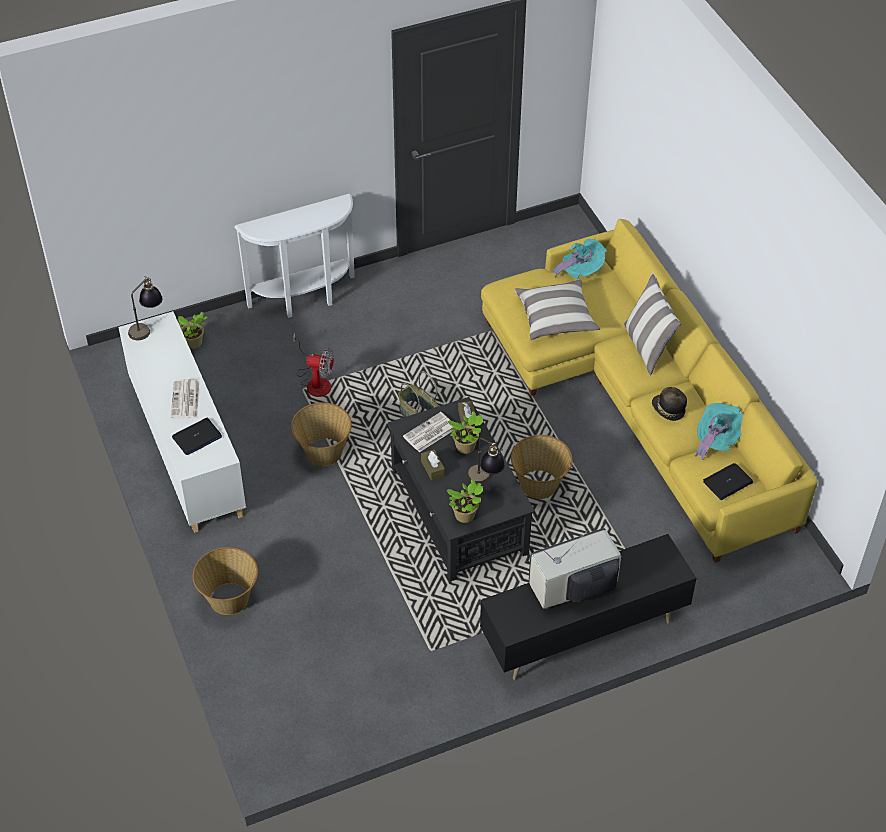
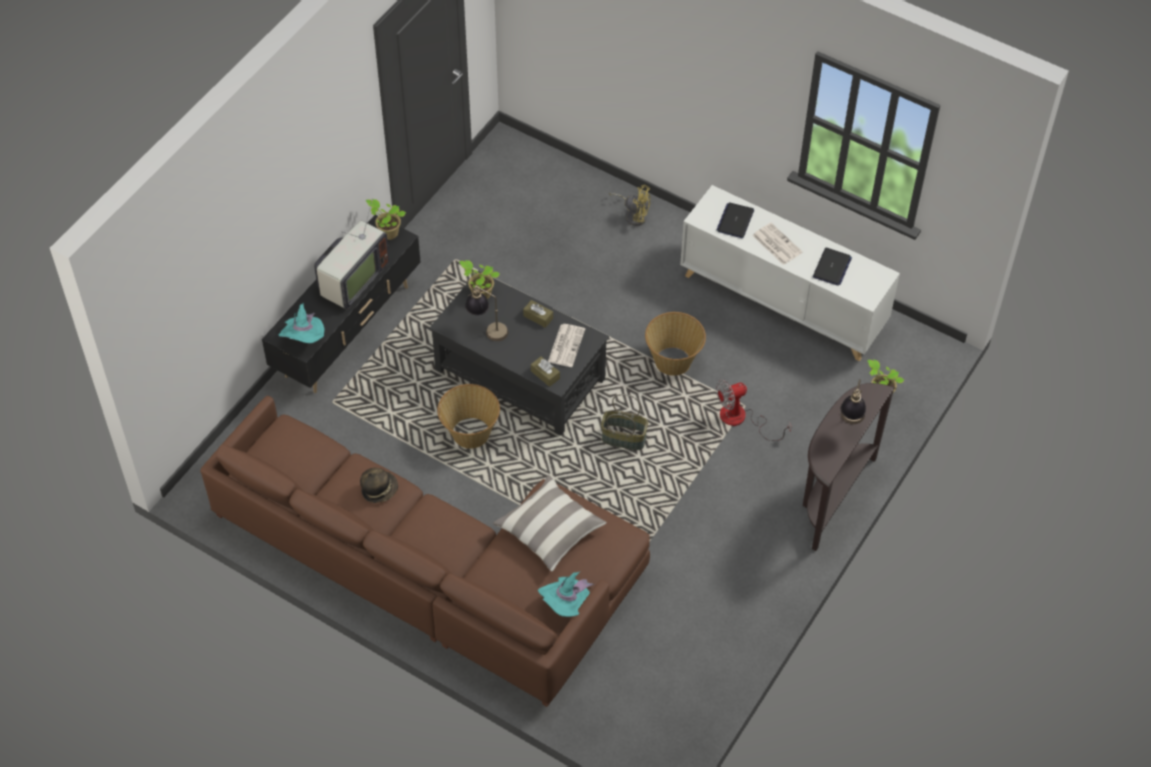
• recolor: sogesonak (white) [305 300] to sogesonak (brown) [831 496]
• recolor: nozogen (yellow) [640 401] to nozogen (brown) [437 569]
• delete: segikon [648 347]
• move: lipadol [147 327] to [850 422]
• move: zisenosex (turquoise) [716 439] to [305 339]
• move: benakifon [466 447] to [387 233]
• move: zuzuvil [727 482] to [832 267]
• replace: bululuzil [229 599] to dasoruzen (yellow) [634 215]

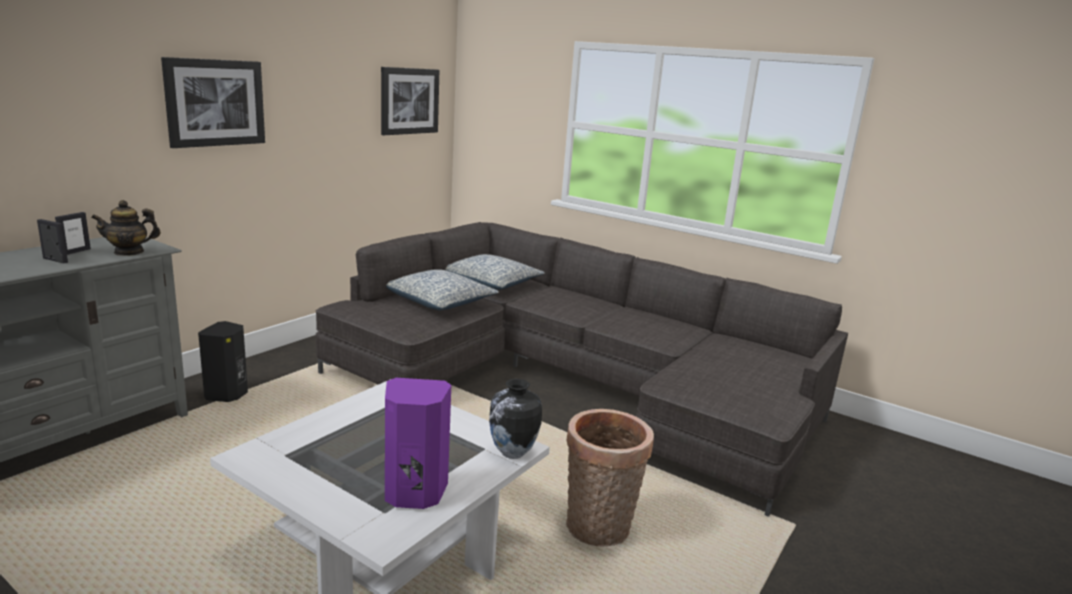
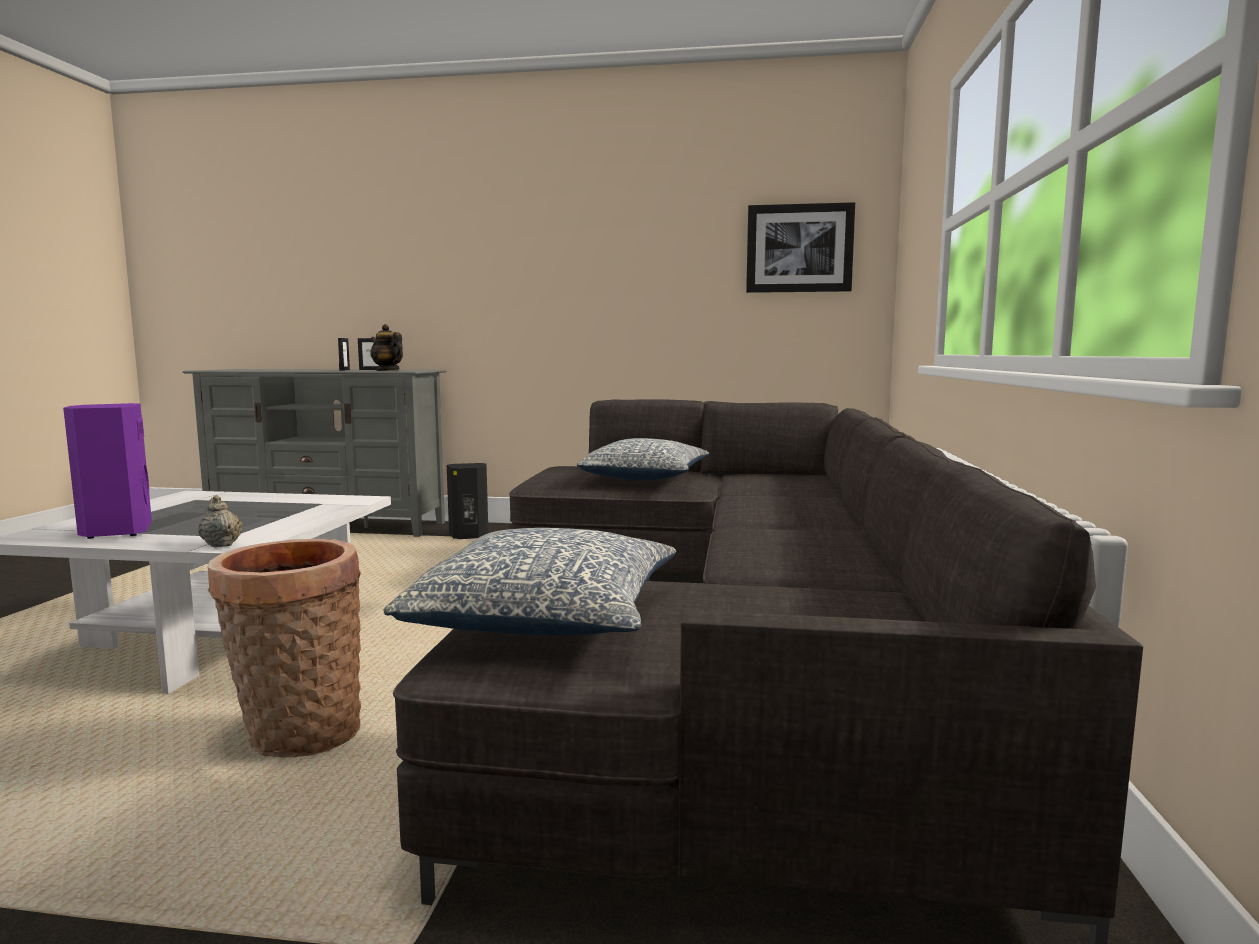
• delete: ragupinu [215 103]
• move: segikon [492 283] to [548 618]
• replace: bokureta [512 453] to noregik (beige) [221 544]

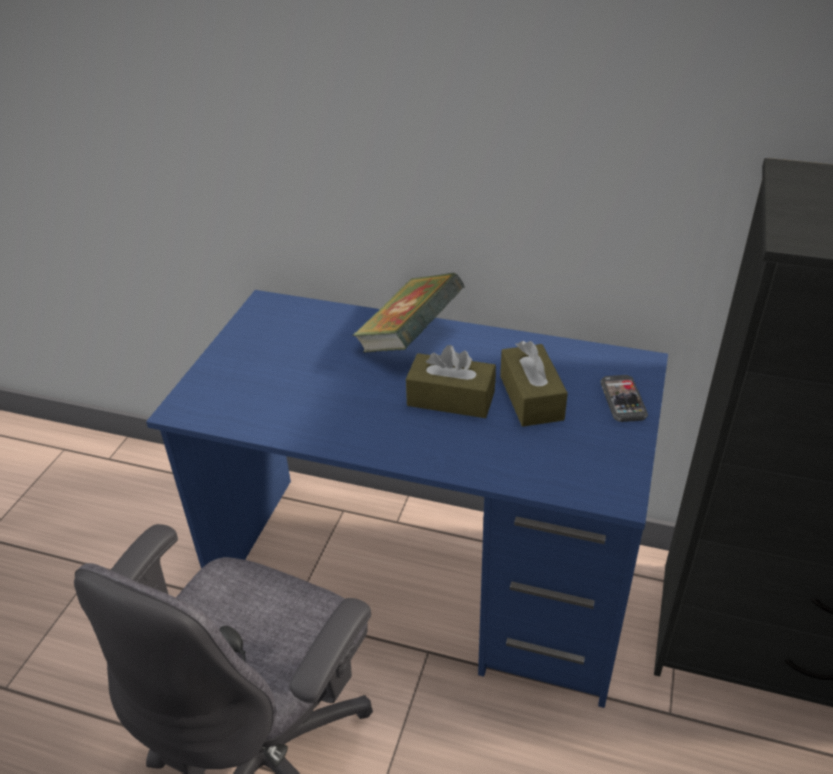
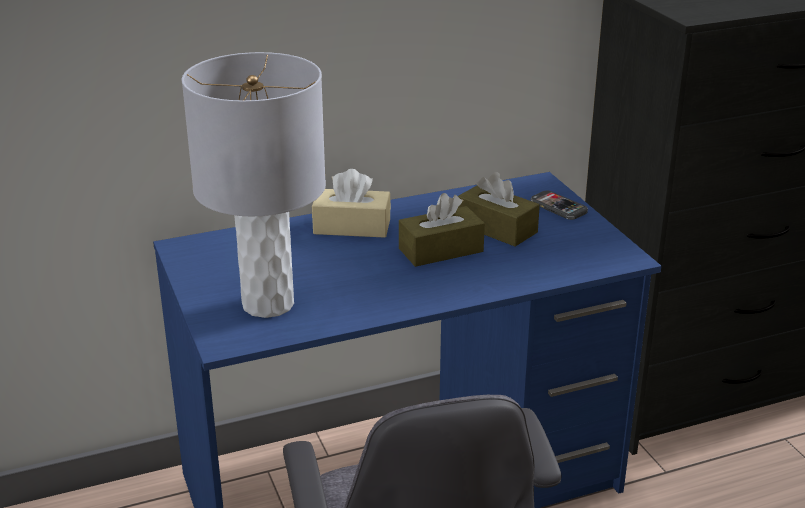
• replace: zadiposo [409 339] to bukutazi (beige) [352 227]
• insert: lipadol (grey) [268 303]

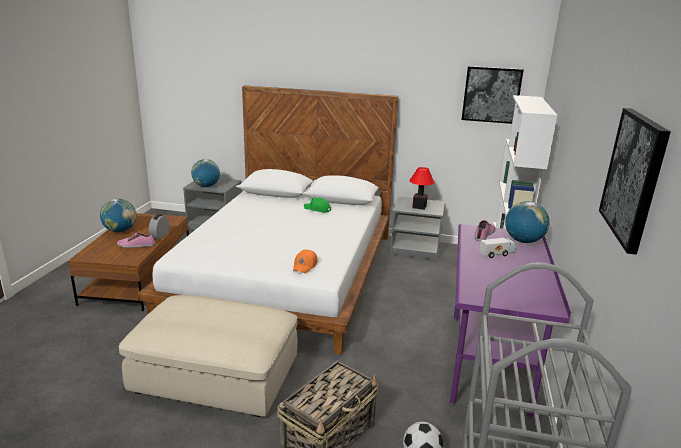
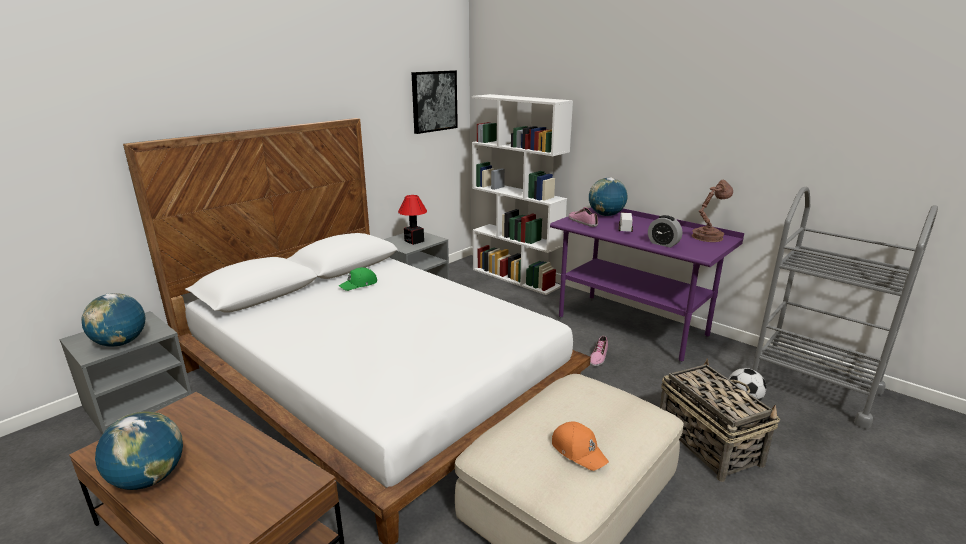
• delete: ragupinu [634 177]
• move: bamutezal [160 236] to [663 244]
• move: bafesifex [136 245] to [598 356]
• move: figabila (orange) [305 266] to [578 451]
• insert: lipadol (brown) [708 236]

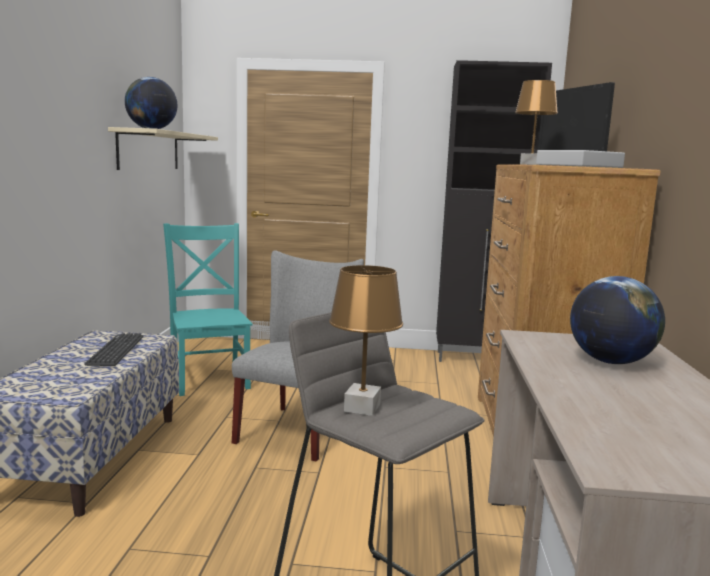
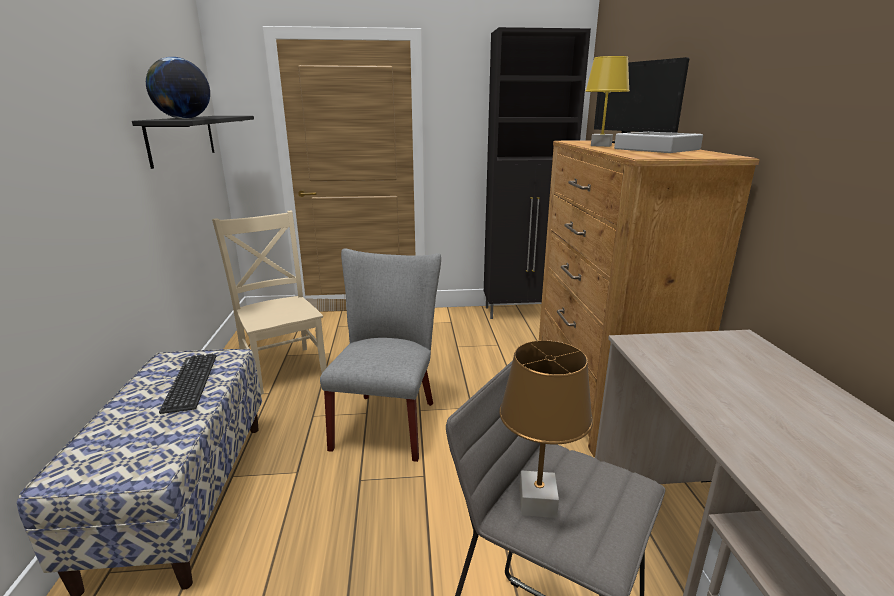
• recolor: lipadol (brown) [531 164] to lipadol (yellow) [601 145]
• recolor: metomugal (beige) [149 150] to metomugal (black) [182 138]
• recolor: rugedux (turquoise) [209 378] to rugedux (beige) [283 367]
• delete: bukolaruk [611 362]

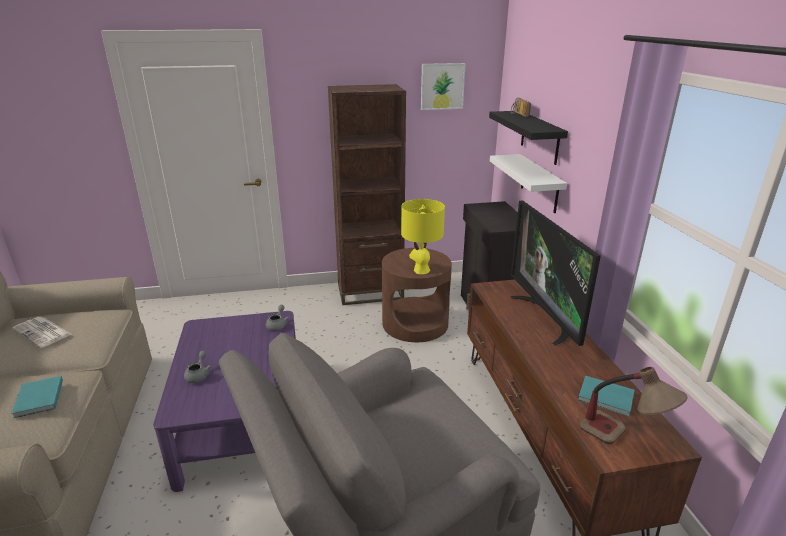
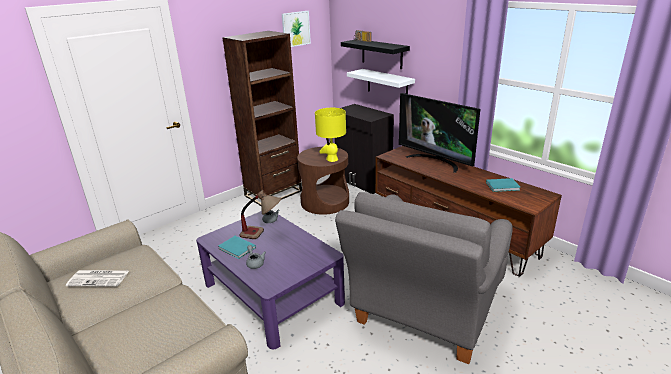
• move: lipadol [623 439] to [263 234]
• move: zadiposo (turquoise) [38 399] to [237 249]

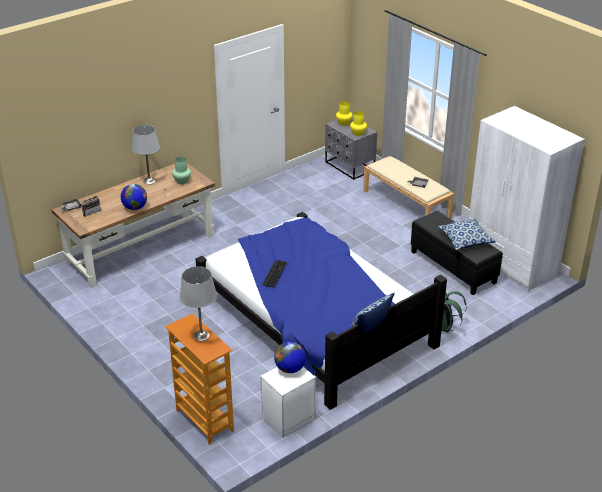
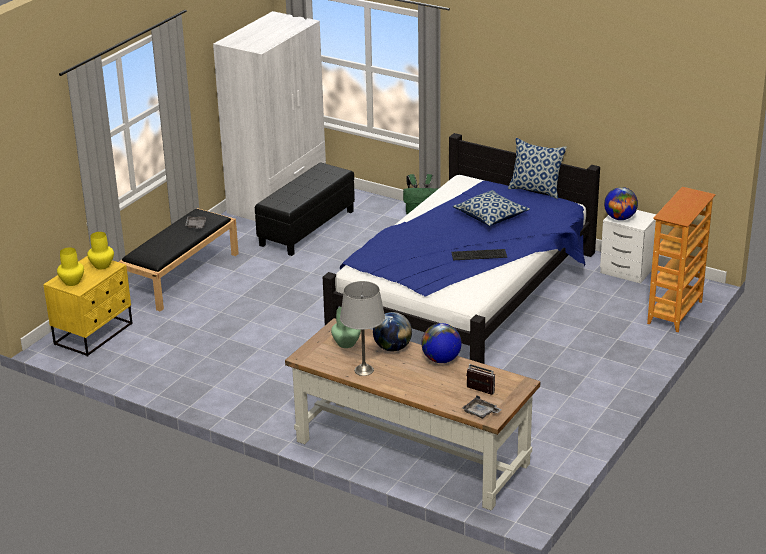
• recolor: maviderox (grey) [349 167] to maviderox (yellow) [94 334]
• recolor: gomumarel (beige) [407 204] to gomumarel (black) [181 275]
• move: segikon [465 240] to [491 216]
• delete: lipadol (grey) [201 336]
• insert: bukolaruk [392 348]

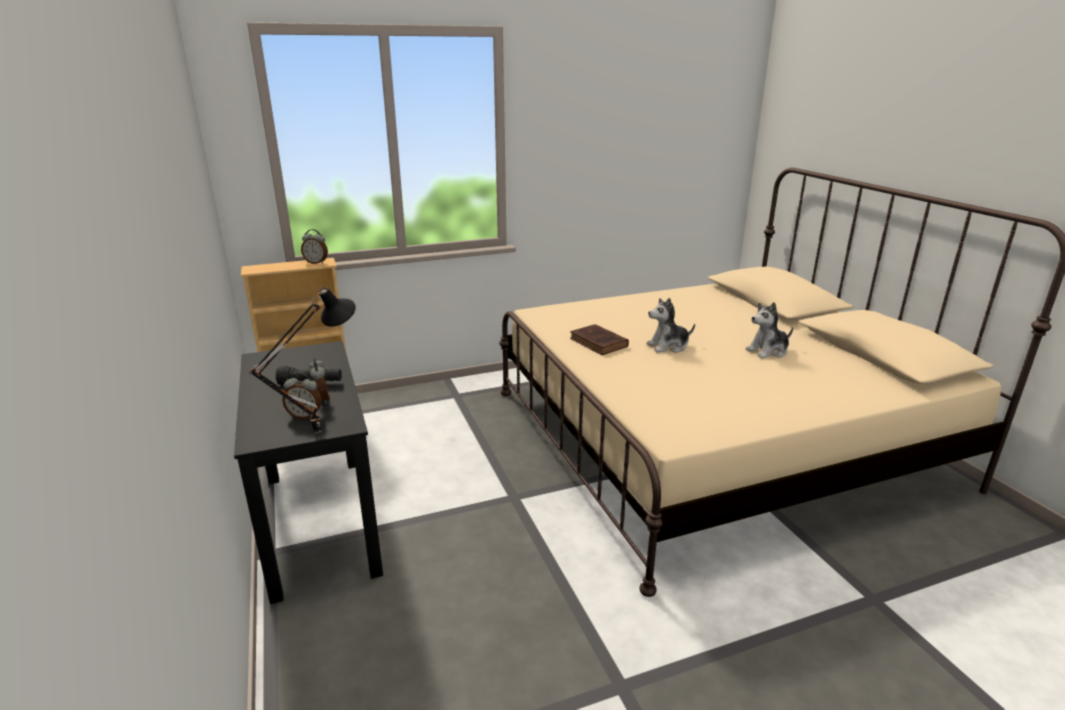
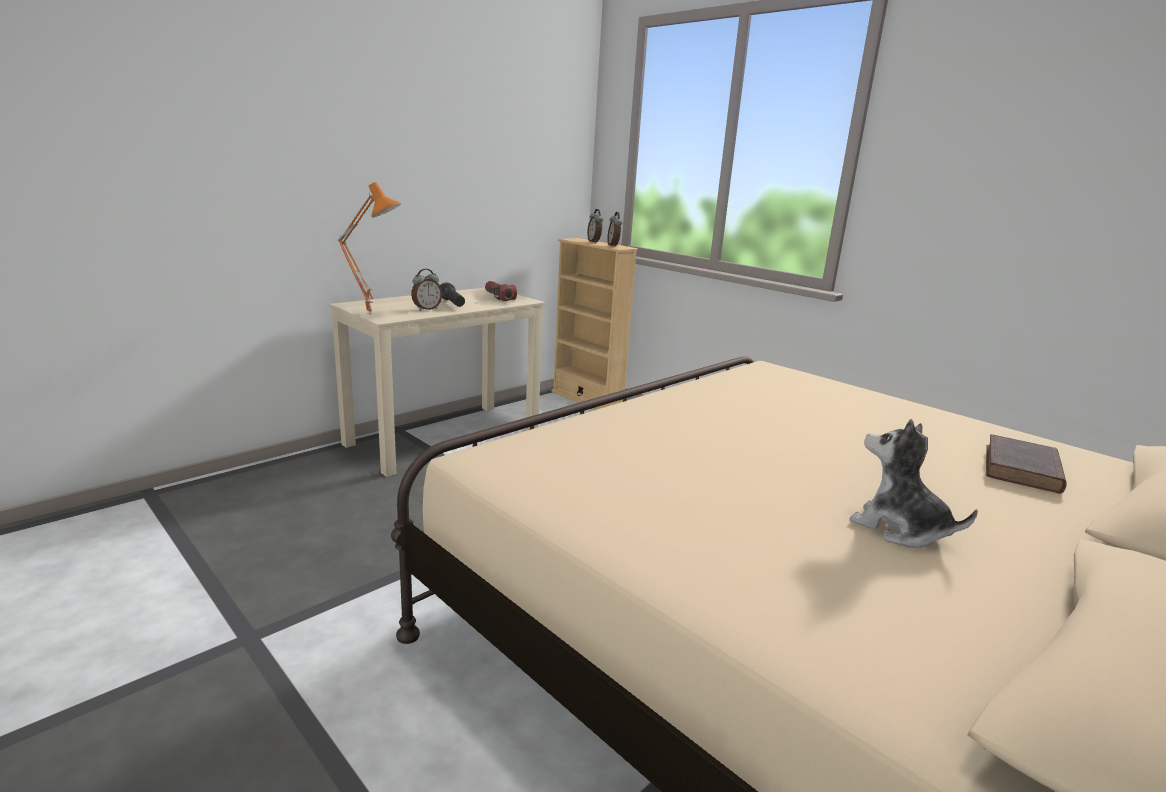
• recolor: lipadol (black) [317 431] to lipadol (orange) [371 314]
• delete: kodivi [668 346]
• move: zadiposo (brown) [599 343] to [1021 470]
• recolor: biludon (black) [319 521] to biludon (beige) [445 436]
• move: bamutezal [305 416] to [594 242]
• insert: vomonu [499 297]

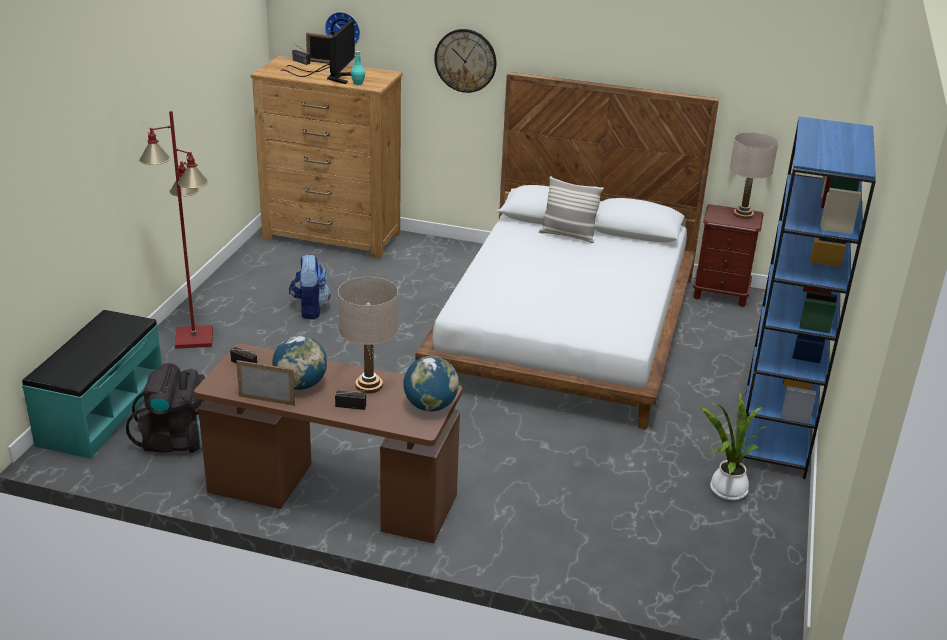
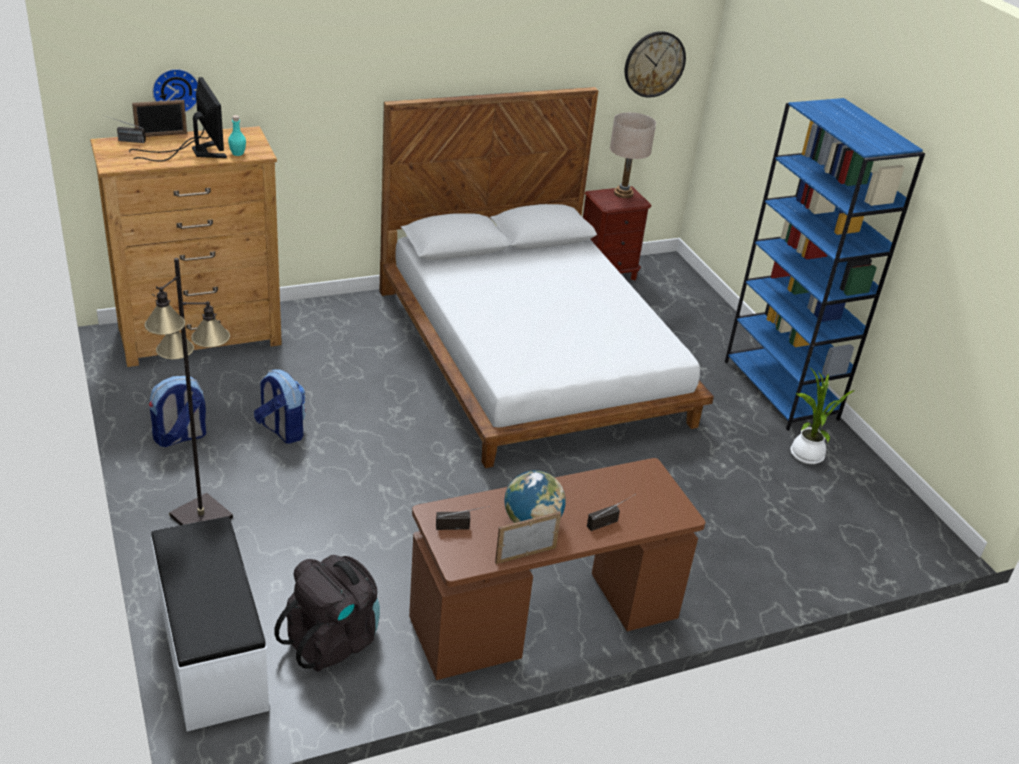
• move: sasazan [465 60] to [654 64]
• recolor: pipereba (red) [193 338] to pipereba (black) [200 517]
• delete: segikon [568 235]
• delete: lipadol (beige) [369 385]
• recolor: gomumarel (turquoise) [101 412] to gomumarel (white) [210 652]
• delete: bukolaruk [430 406]
• insert: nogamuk [180 437]

